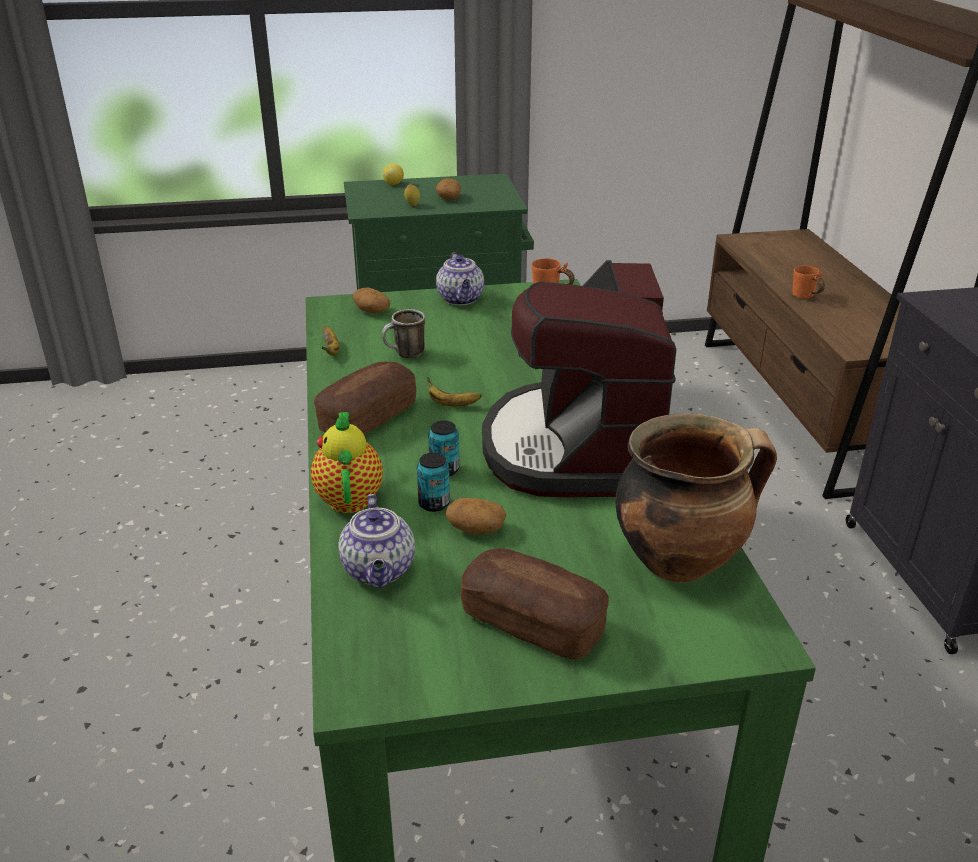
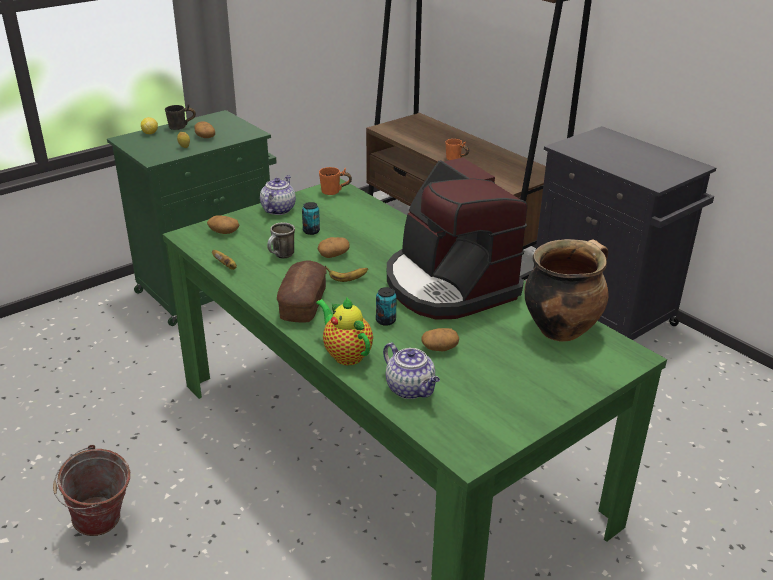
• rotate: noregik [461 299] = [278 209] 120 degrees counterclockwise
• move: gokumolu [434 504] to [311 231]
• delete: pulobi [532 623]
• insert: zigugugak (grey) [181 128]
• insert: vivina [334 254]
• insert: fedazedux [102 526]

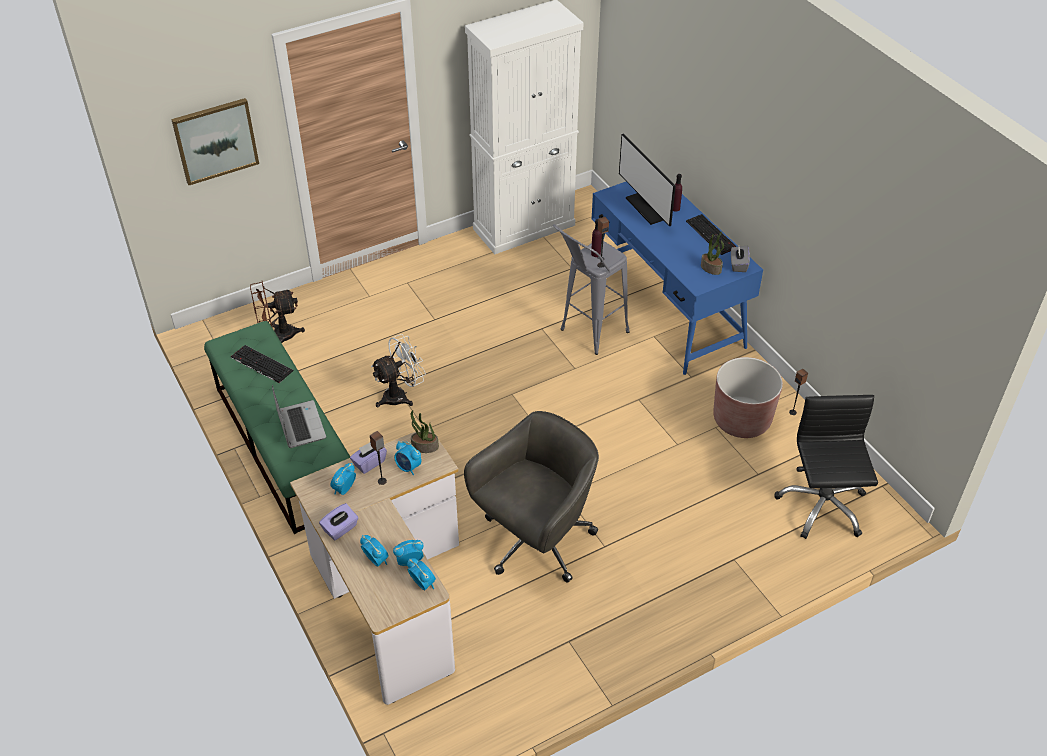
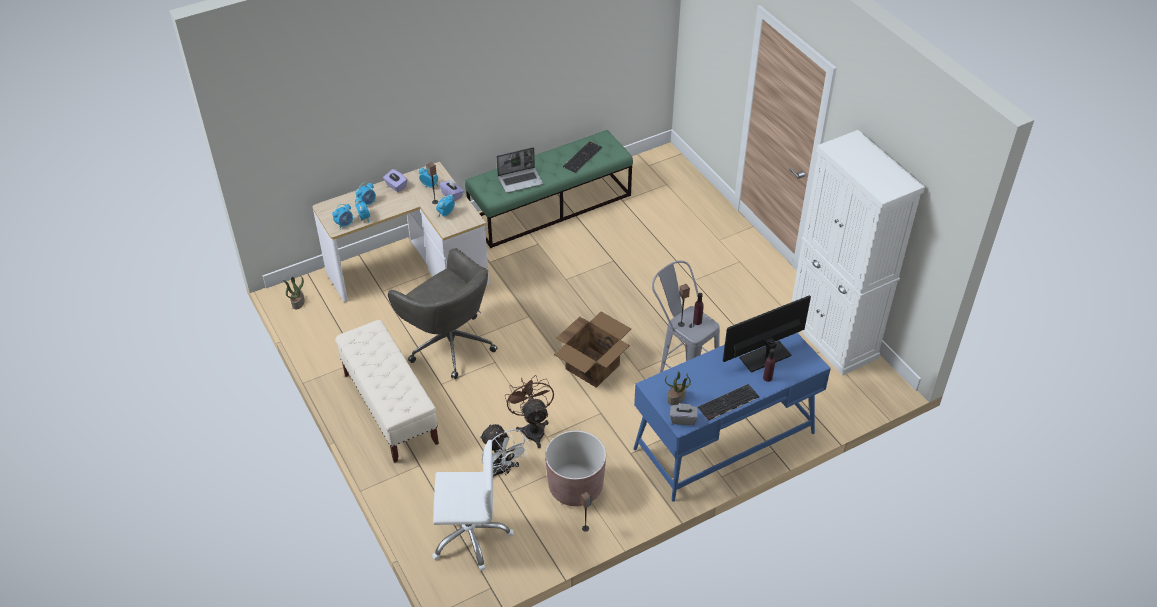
• delete: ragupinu [215 140]
• move: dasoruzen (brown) [278 336] to [532 428]
• move: dasoruzen (white) [400 395] to [502 470]
• recolor: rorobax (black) [821 506] to rorobax (white) [470 535]
• move: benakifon [424 447] to [298 302]
• insert: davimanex [593 366]
• insert: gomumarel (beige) [390 408]

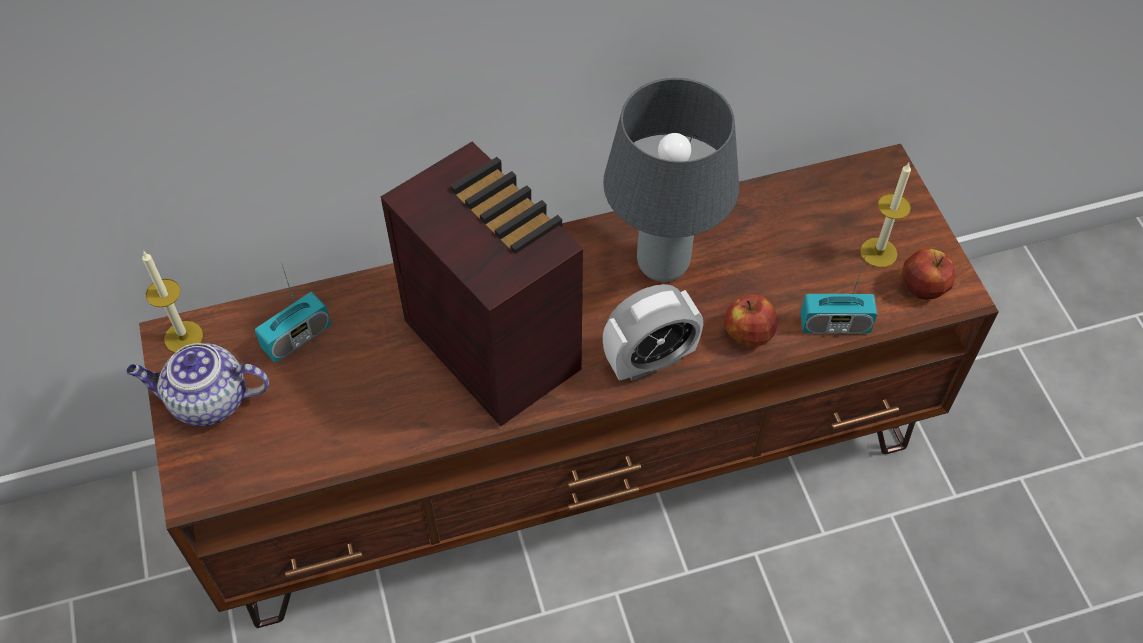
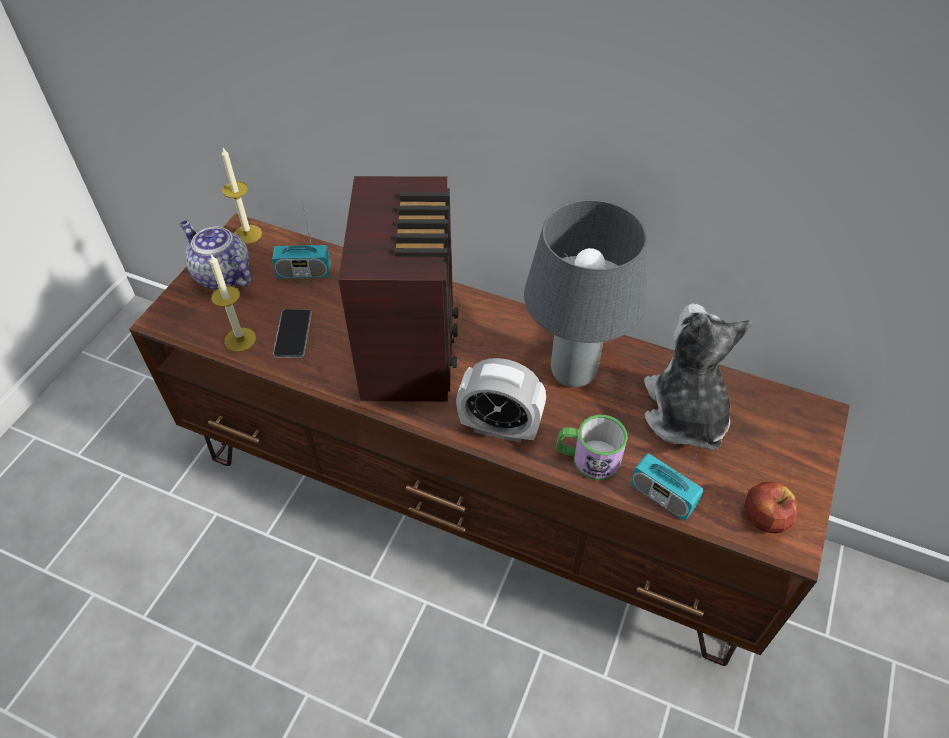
• move: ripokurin [878 252] to [240 339]
• replace: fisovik [748 335] to zigugugak [587 458]
• insert: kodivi [684 413]
• insert: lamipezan [293 334]

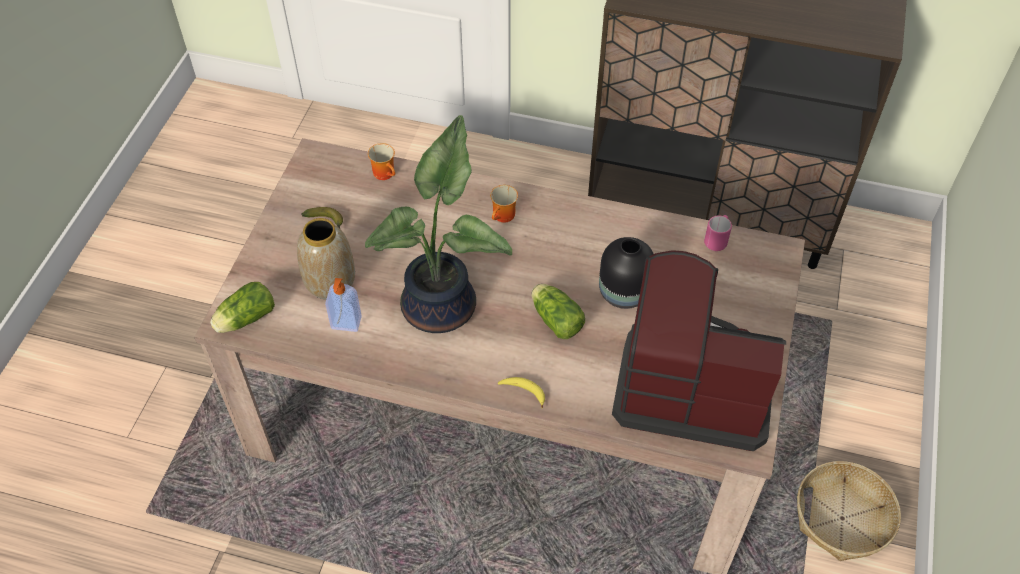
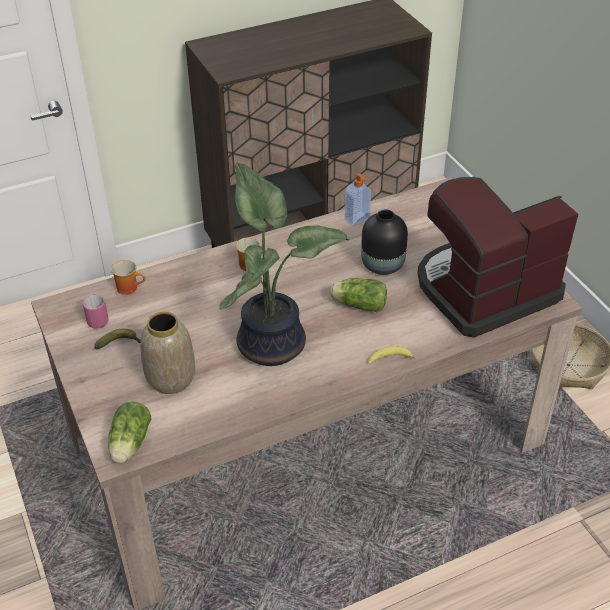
• move: zigugugak (pink) [717 240] to [97 319]
• move: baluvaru [346 324] to [357 219]

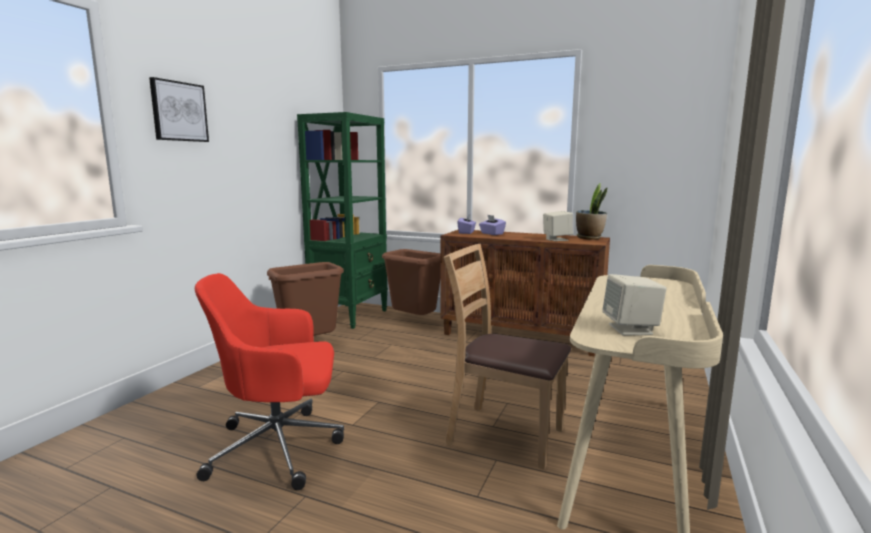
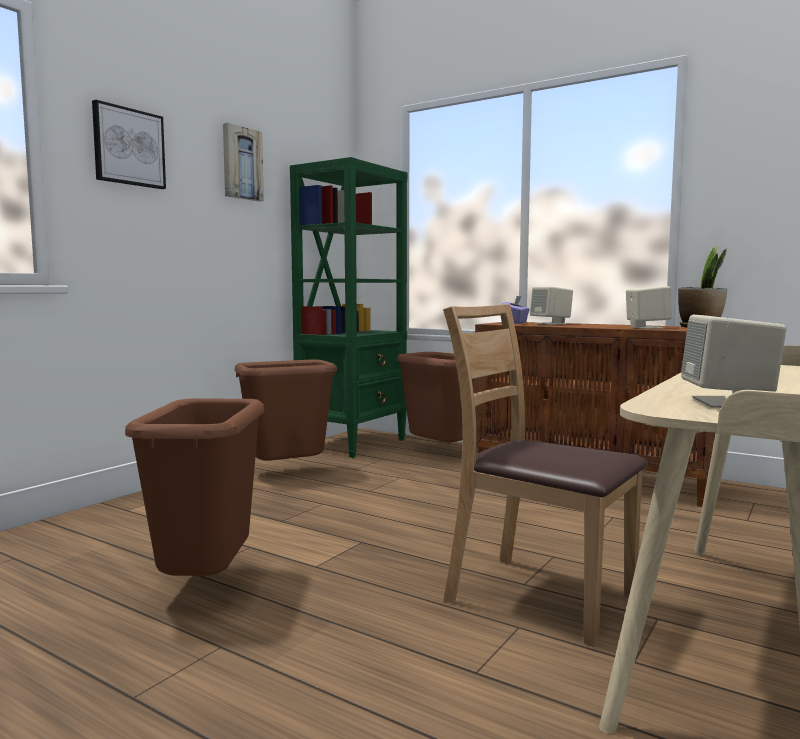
• replace: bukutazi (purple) [491 233] to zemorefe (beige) [551 324]
• replace: rorobax (red) [280 447] to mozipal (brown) [207 585]
• insert: ragupinu [241 163]

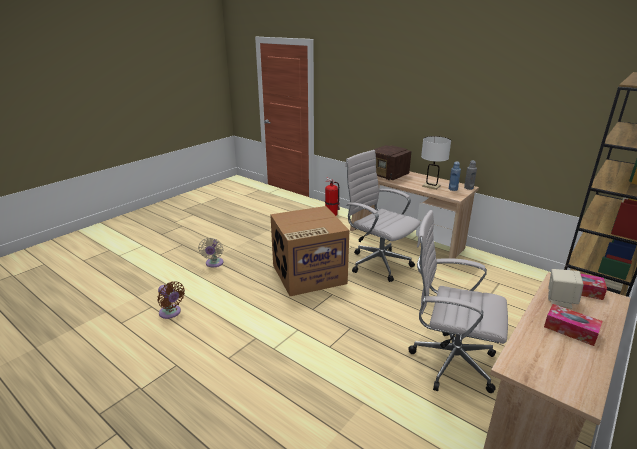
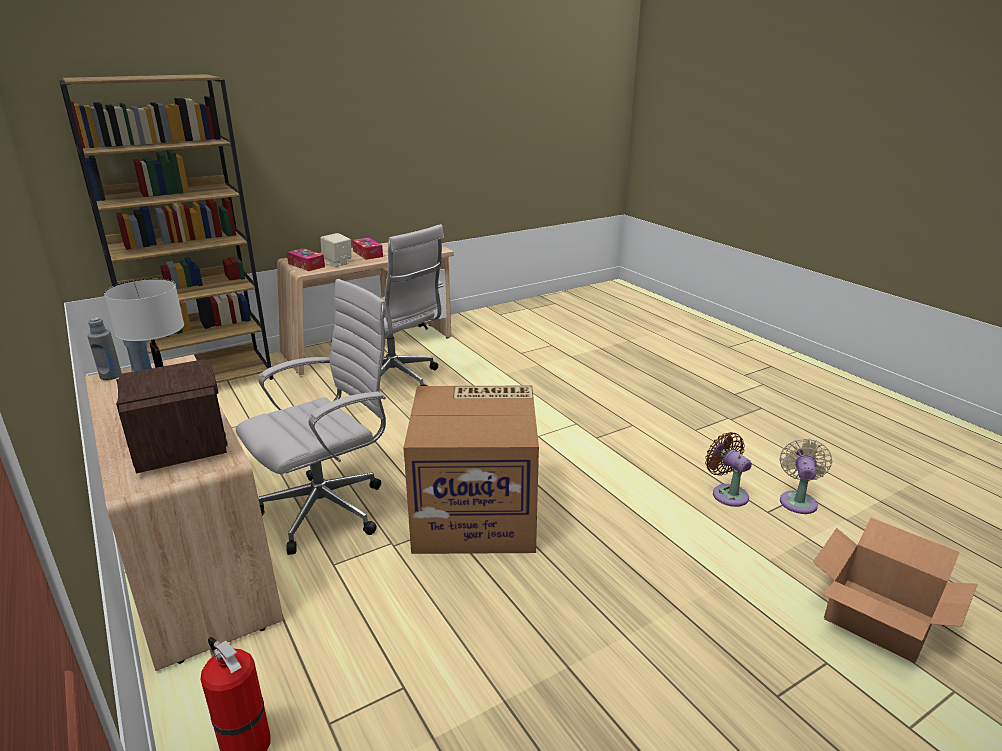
• rotate: rorobax (white) [377 263] = [329 509] 105 degrees counterclockwise
• move: dasoruzen (beige) [214 264] to [798 500]
• insert: davimanex [878 619]

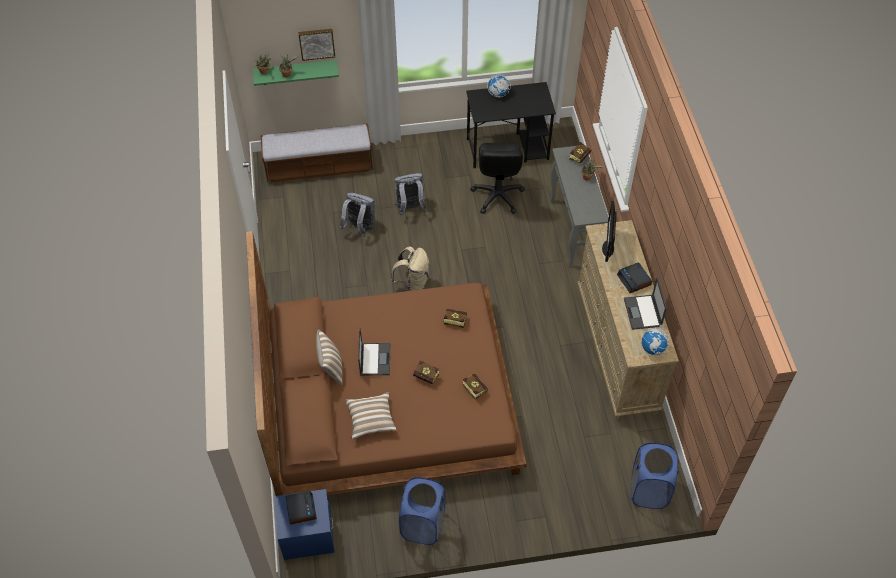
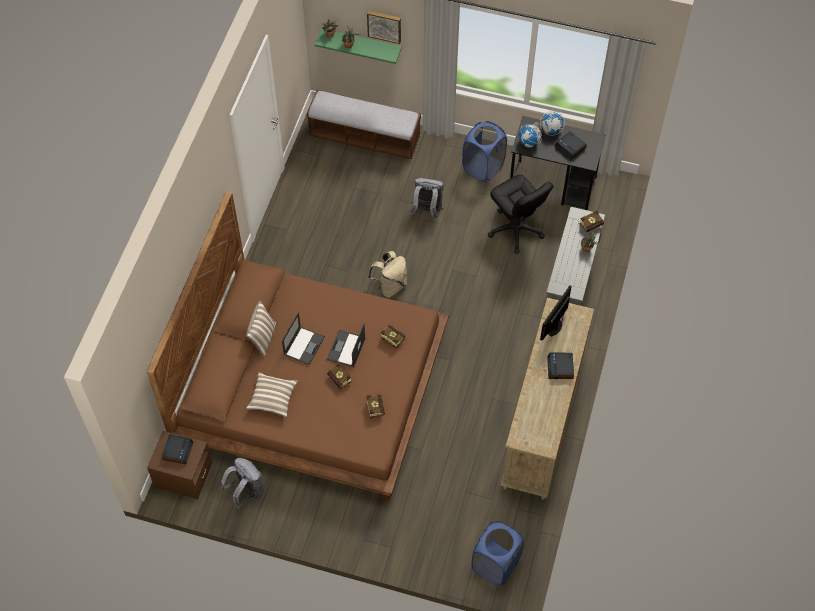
• rotate: rorobax (black) [497 196] = [515 230] 60 degrees counterclockwise
• move: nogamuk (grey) [360 228] to [246 492]
• move: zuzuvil [643 313] to [346 349]
• move: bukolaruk [653 348] to [529 142]
• move: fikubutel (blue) [423 525] to [483 167]
• recolor: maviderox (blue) [307 535] to maviderox (brown) [183 475]
• insert: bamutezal [570 147]

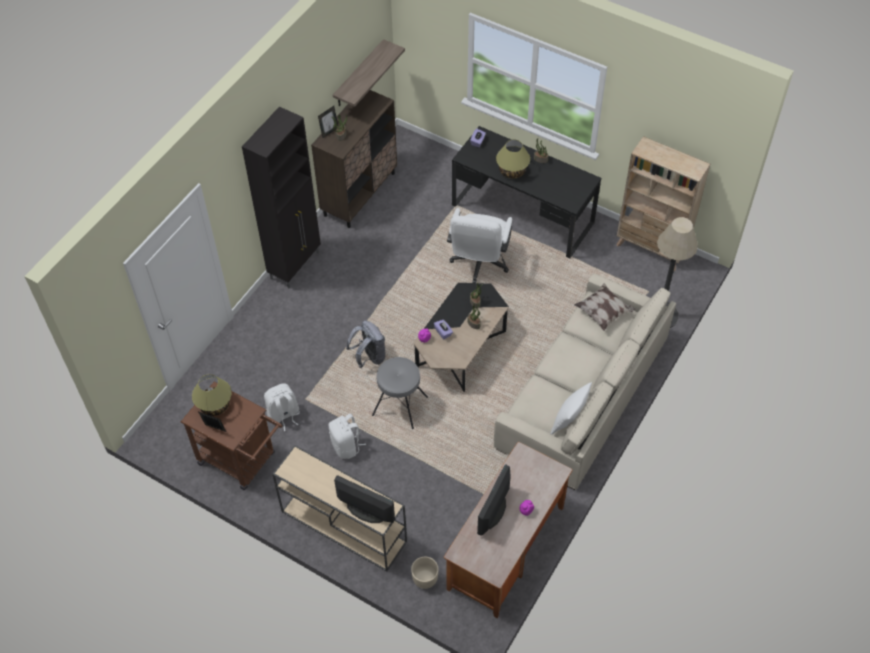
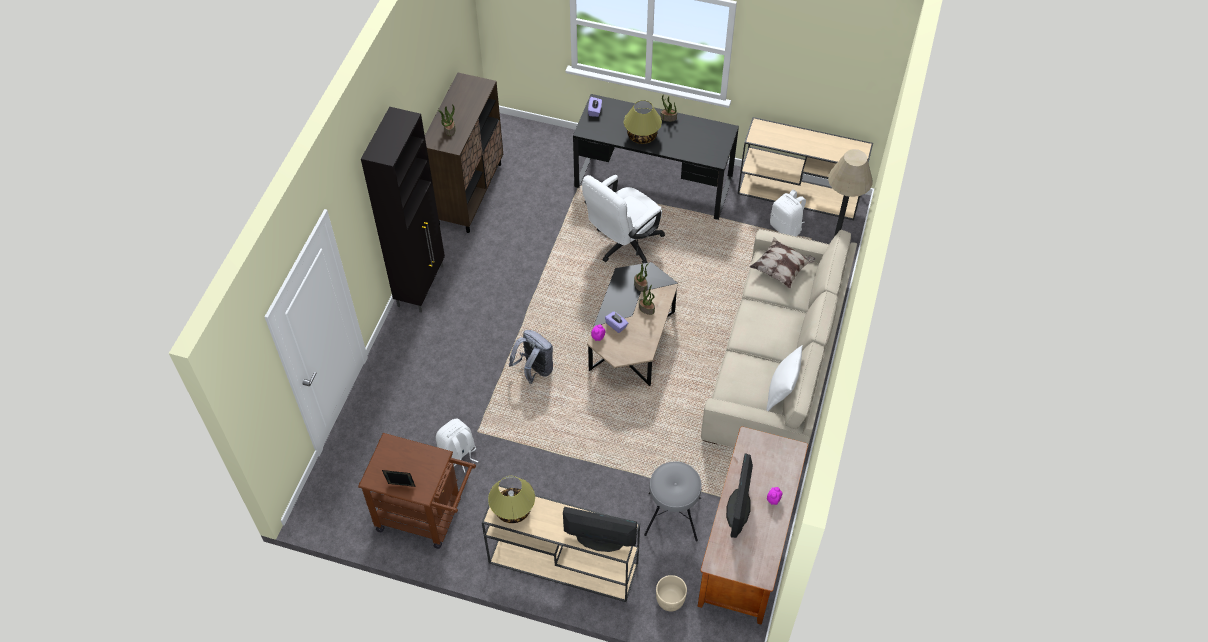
• delete: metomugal [359 74]
• delete: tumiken [329 131]
• replace: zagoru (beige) [651 249] to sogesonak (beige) [800 194]
• rotate: rorobax (white) [479 264] = [623 245] 45 degrees clockwise
• move: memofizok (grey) [400 405] to [672 516]
• move: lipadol [214 405] to [513 510]
• move: nogamuk (white) [346 446] to [786 227]

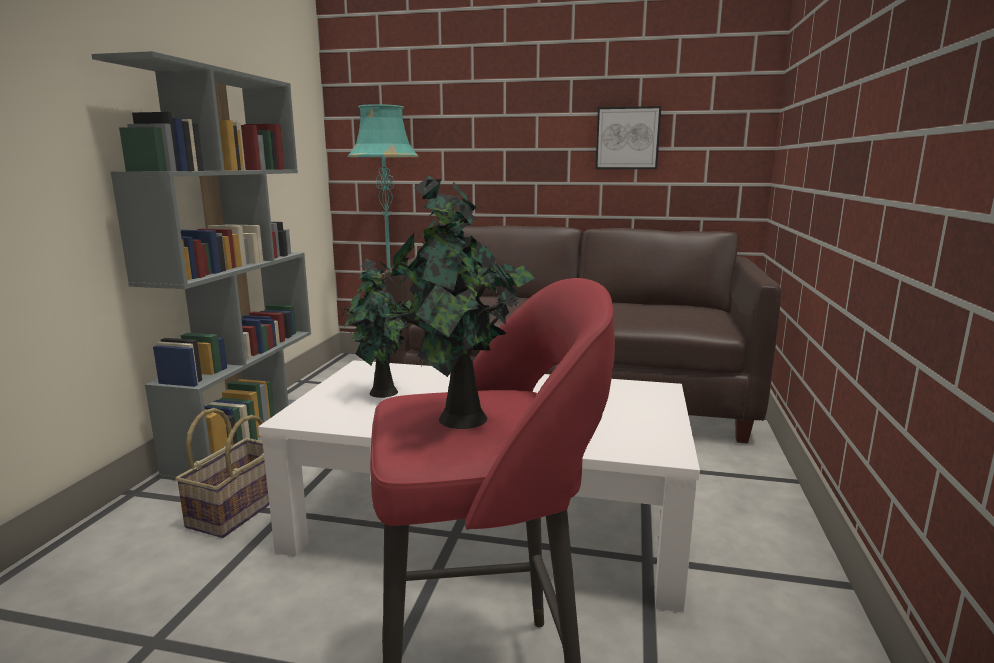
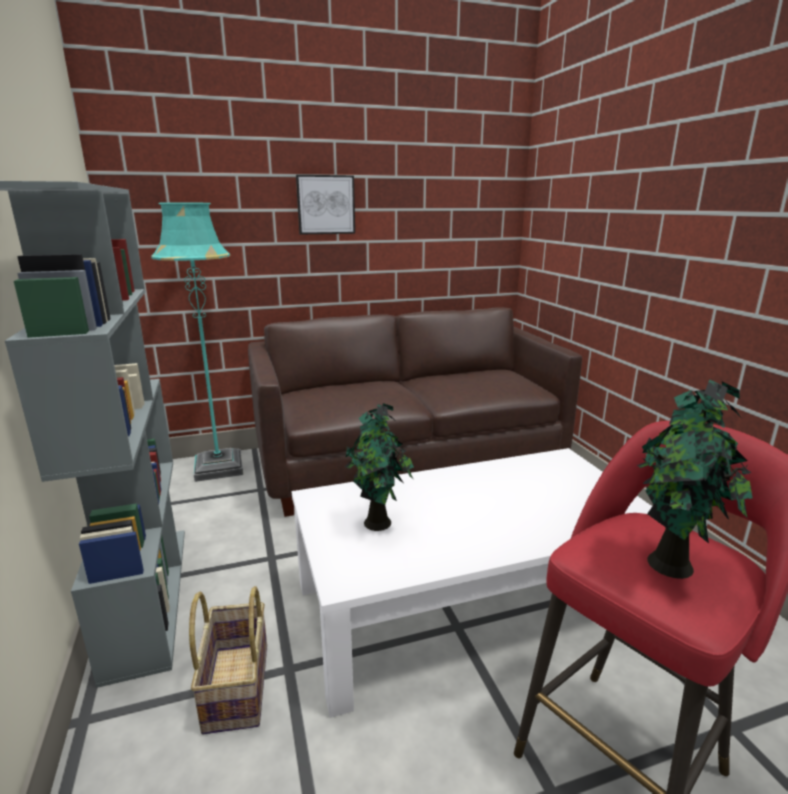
• move: ragupinu [627 138] to [325 205]

